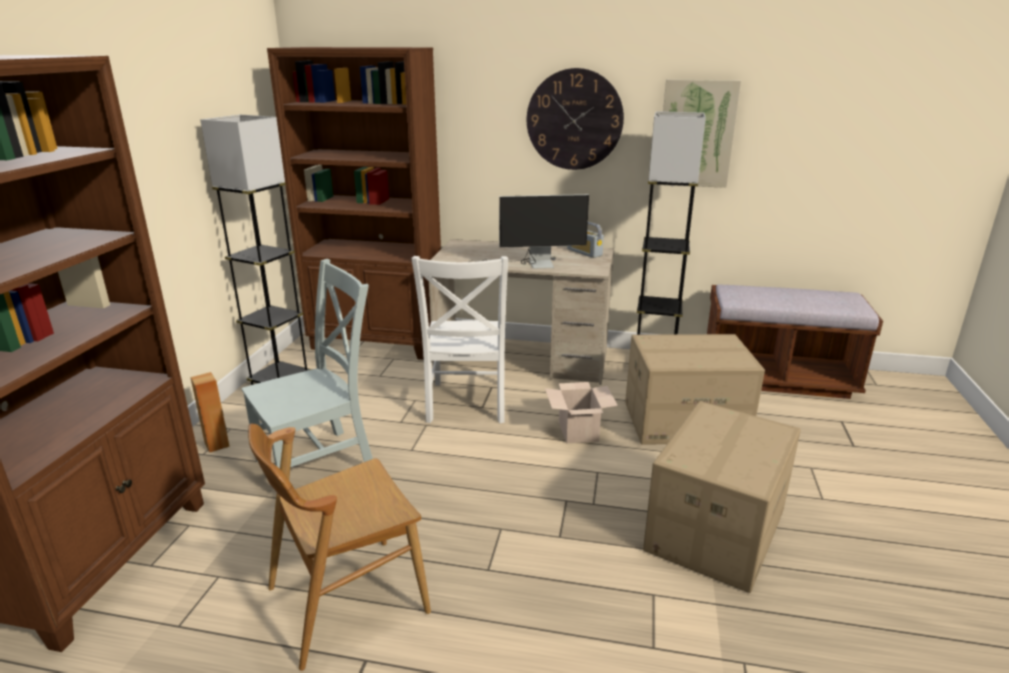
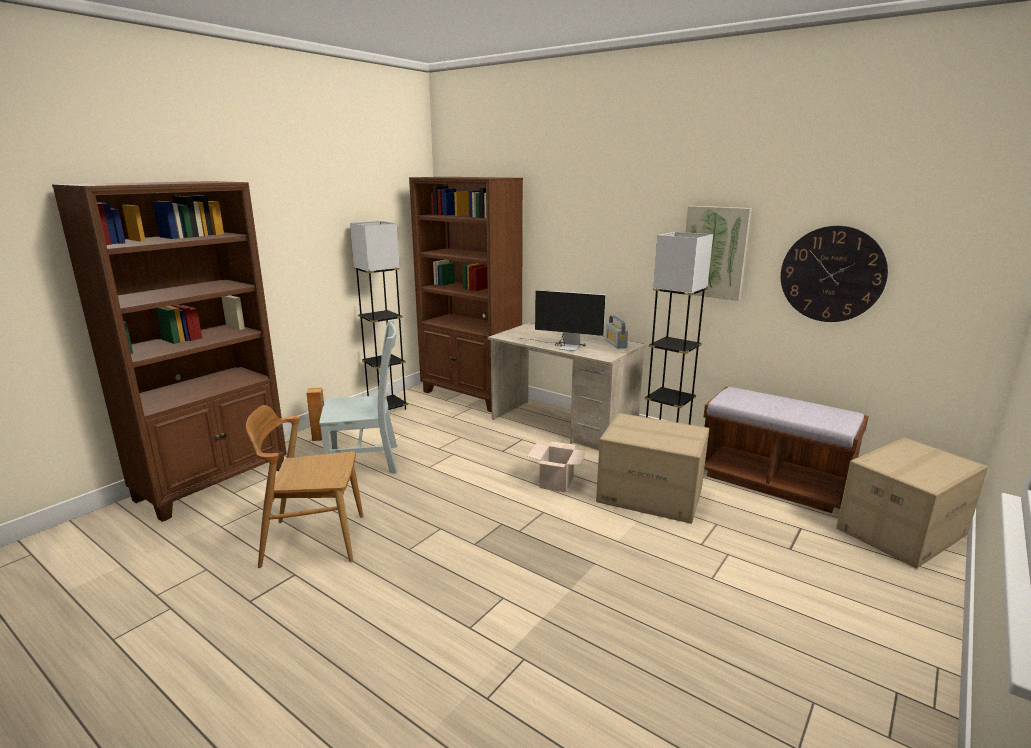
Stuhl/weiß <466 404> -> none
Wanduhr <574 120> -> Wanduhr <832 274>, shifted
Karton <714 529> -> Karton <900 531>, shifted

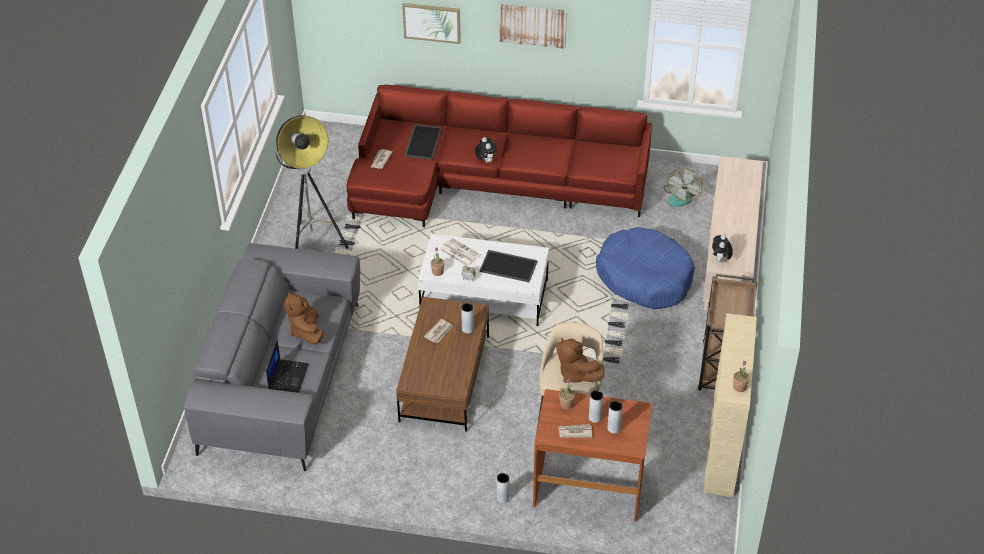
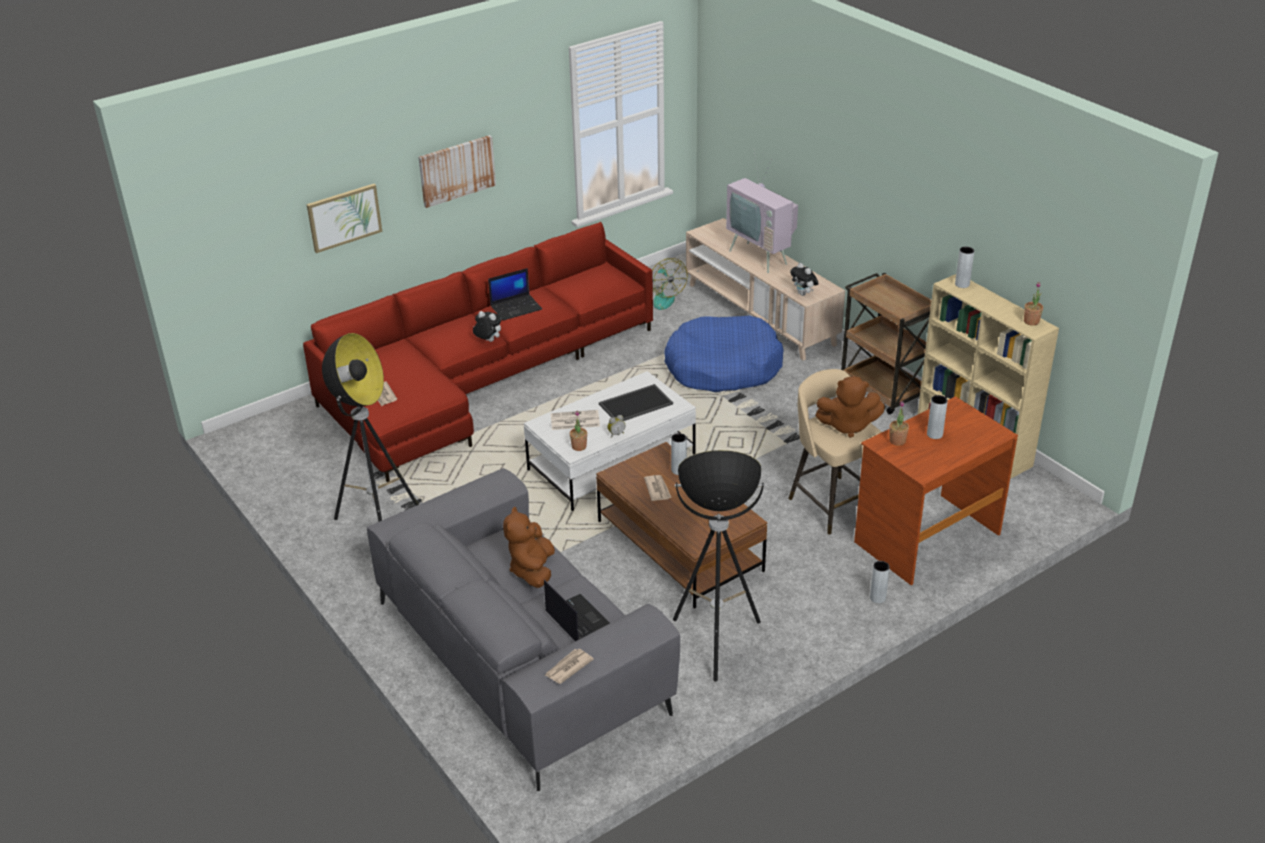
Plüschtier/braun <306 331> -> Plüschtier/braun <532 570>, 60 degrees clockwise
Tablett <422 142> -> none
Zeitung <575 432> -> Zeitung <568 667>, shifted
Vase/grau <613 428> -> Vase/grau <962 284>, shifted
none -> Laptop <516 307>
none -> Stehlampe <715 643>
none -> Fernseher <762 256>

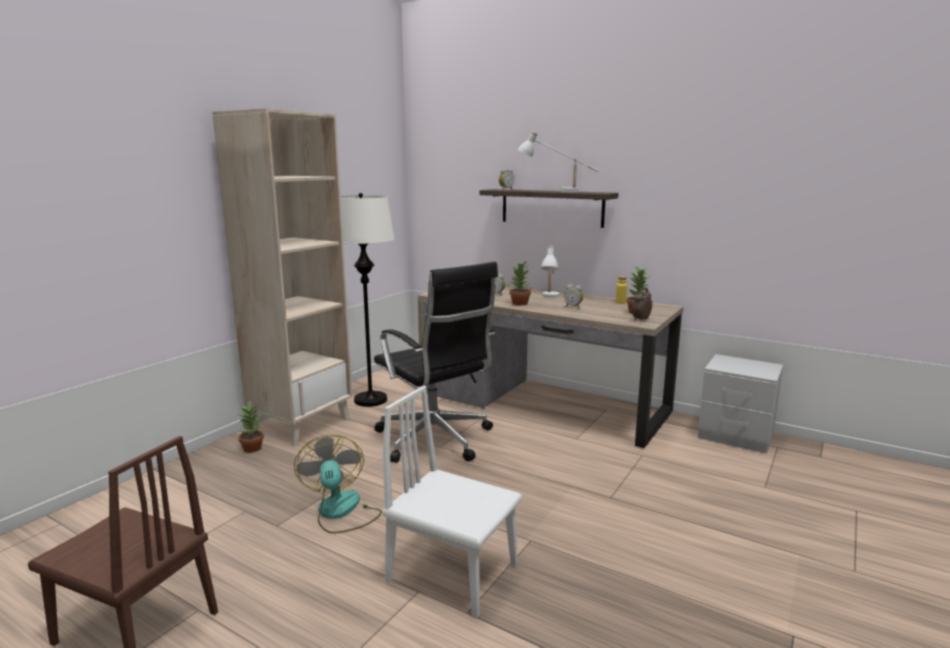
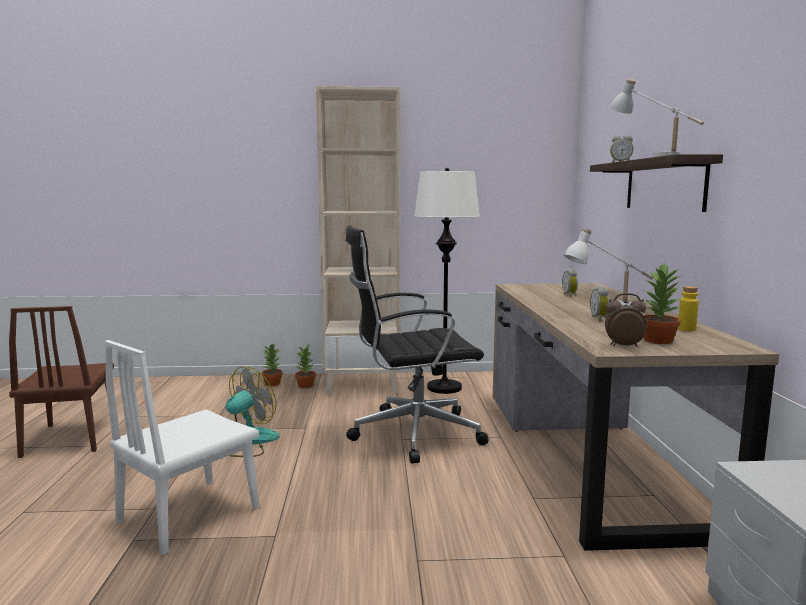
Bürostuhl/schwarz <435 440> -> Bürostuhl/schwarz <412 433>, 60 degrees clockwise
Stuhl/weiß <452 573> -> Stuhl/weiß <189 514>, 135 degrees counterclockwise
Topfpflanze <520 303> -> Topfpflanze <272 383>, shifted

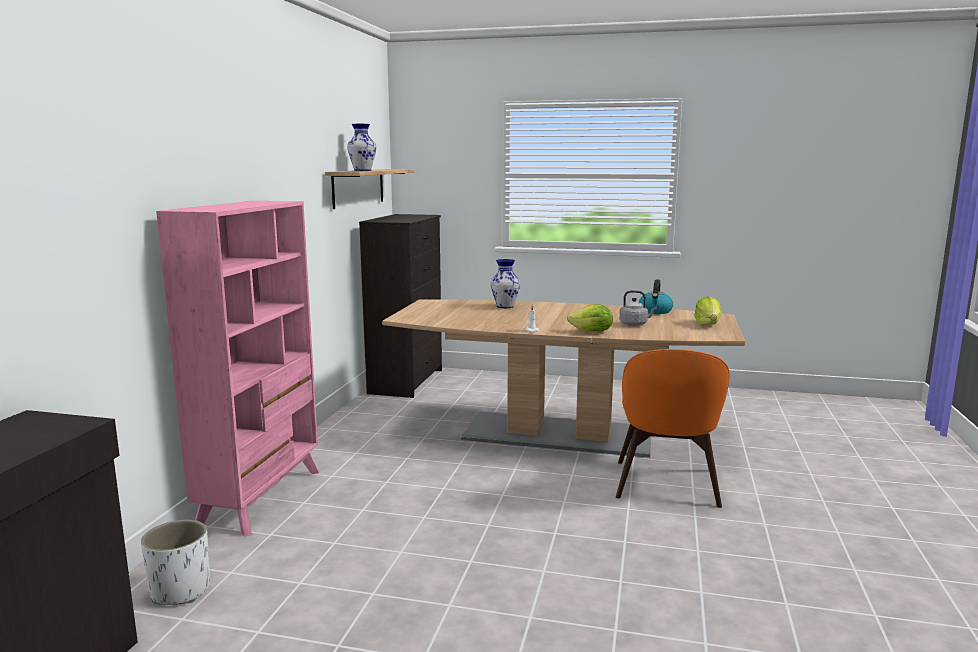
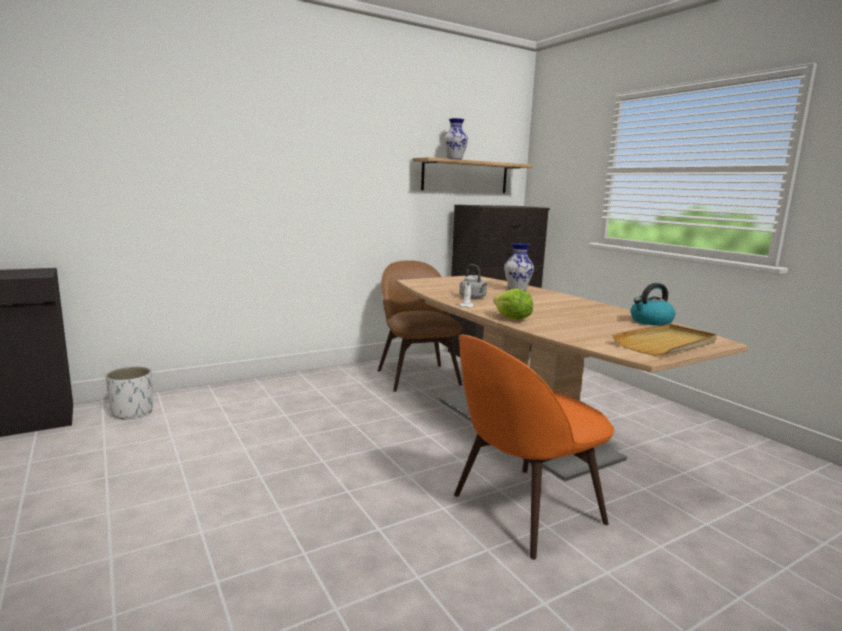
Bücherregal/rosa <262 497> -> none
Wasserkessel/grau <635 324> -> Wasserkessel/grau <473 298>, shifted
Salatkopf <708 324> -> Tablett/beige <666 344>
none -> Stuhl/braun <417 376>

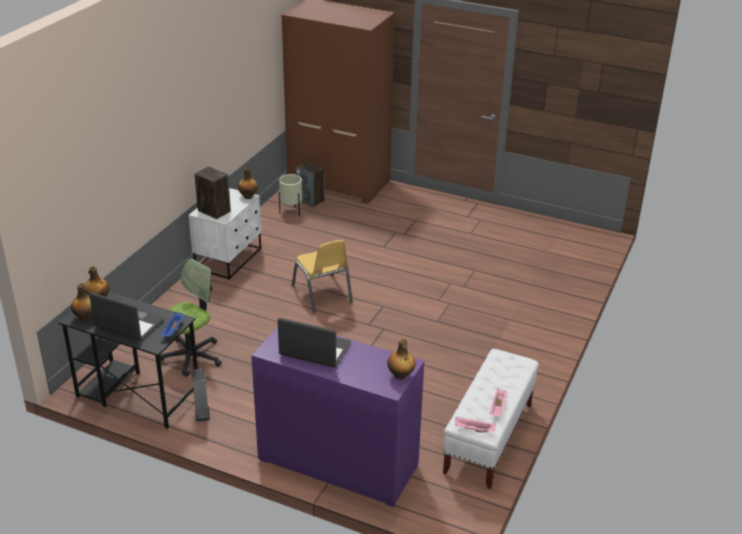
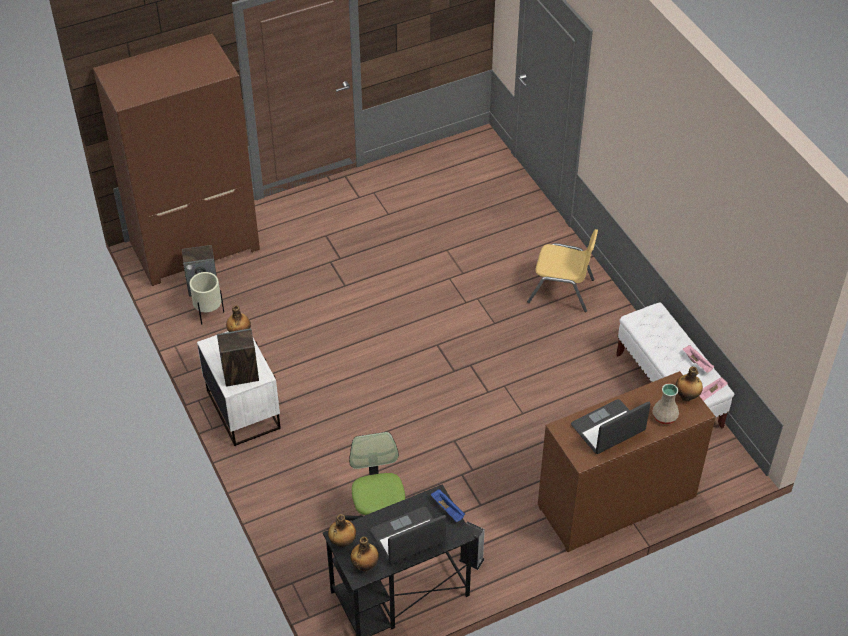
Kommode/lila <338 463> -> Kommode/braun <616 502>
Stuhl/gelb <322 294> -> Stuhl/gelb <561 291>, shifted
none -> Vase/beige <664 416>

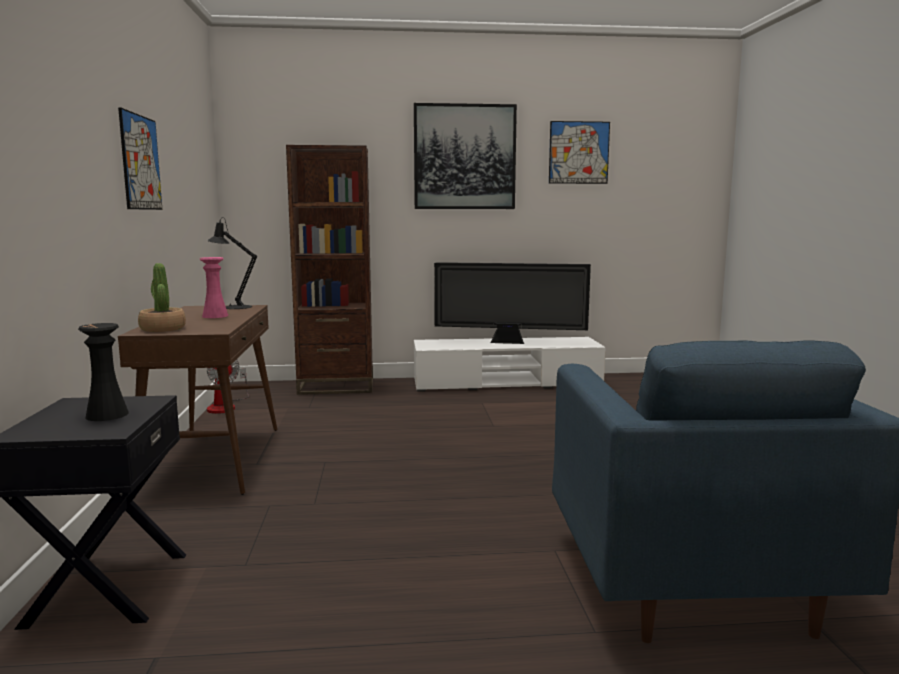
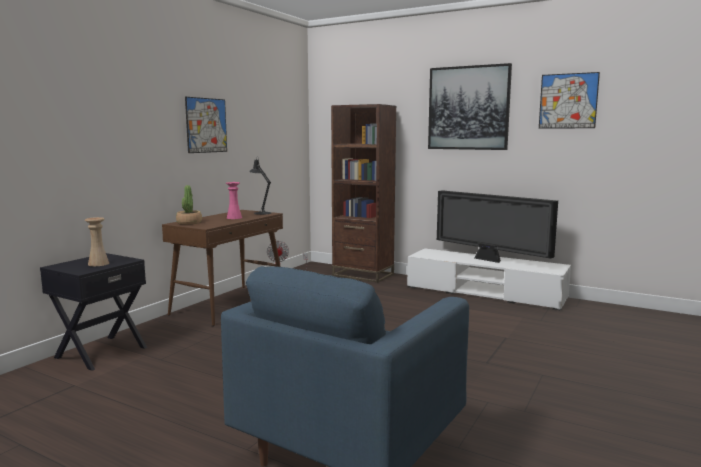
Vase/schwarz <107 415> -> Vase/beige <98 264>

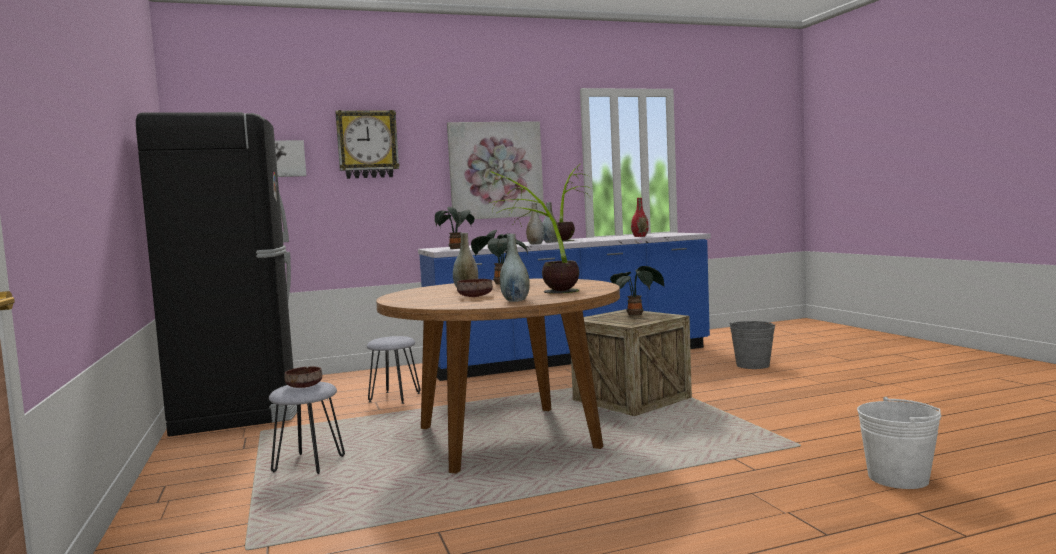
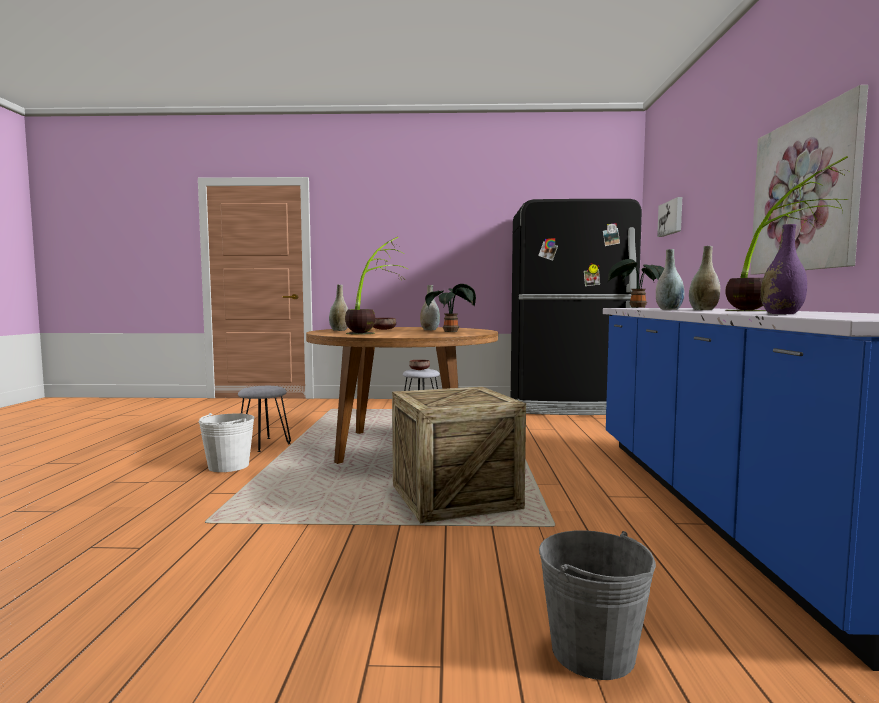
Wanduhr <367 144> -> none
Hocker/grau <394 397> -> Hocker/grau <263 444>, shifted
Topfpflanze <637 315> -> none
Vase/rot <640 236> -> Vase/lila <782 314>
Eimer/weiß <898 478> -> Eimer/weiß <228 466>, shifted

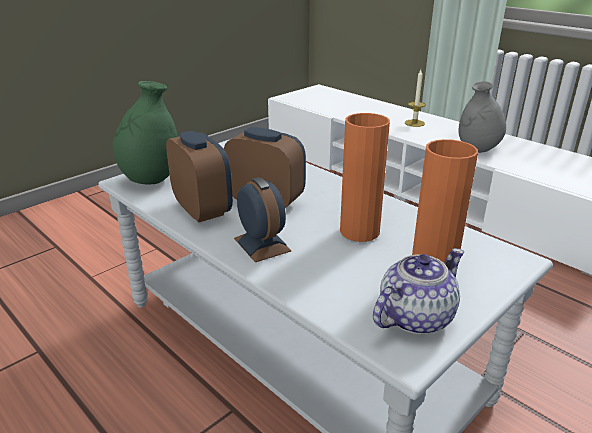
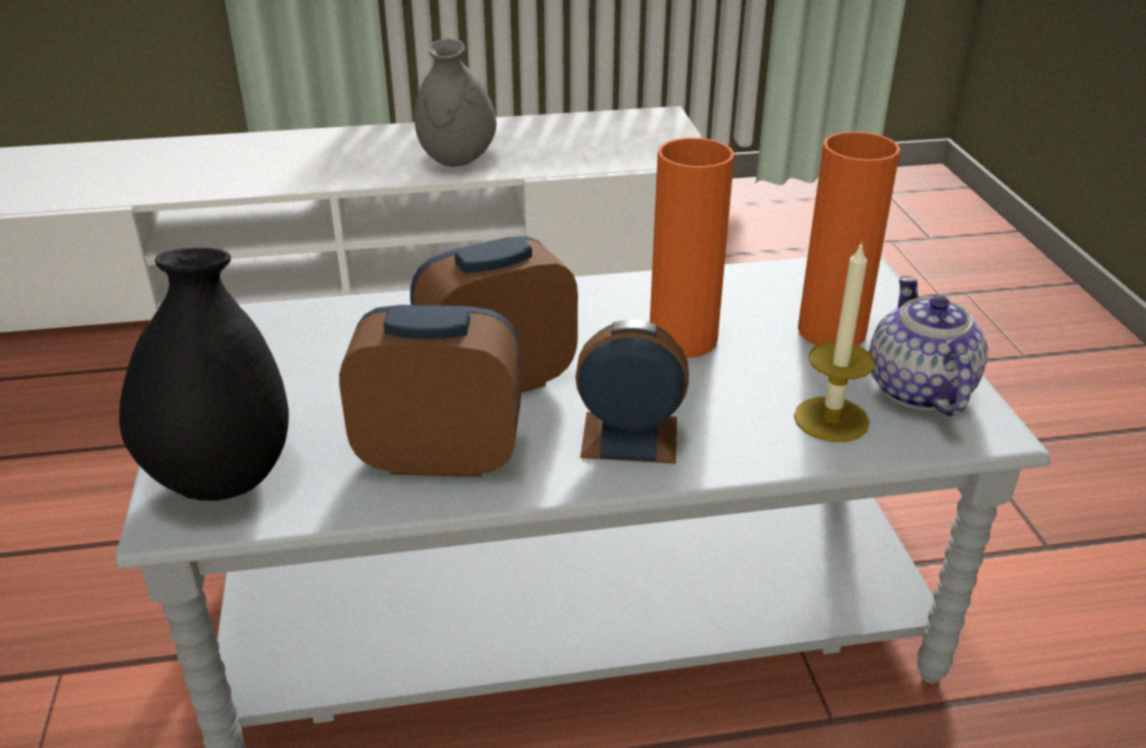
Vase/grün <151 179> -> Vase/schwarz <222 477>
Kerze <414 123> -> Kerze <831 419>, shifted

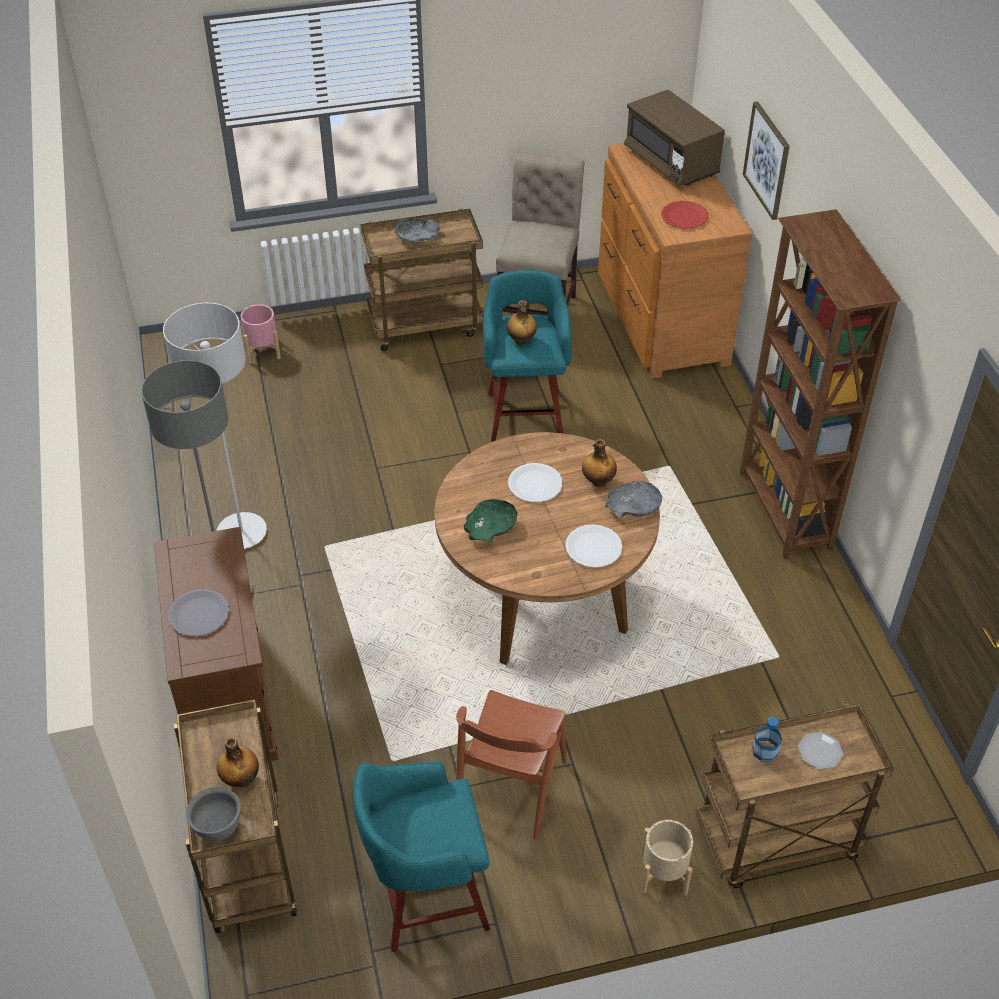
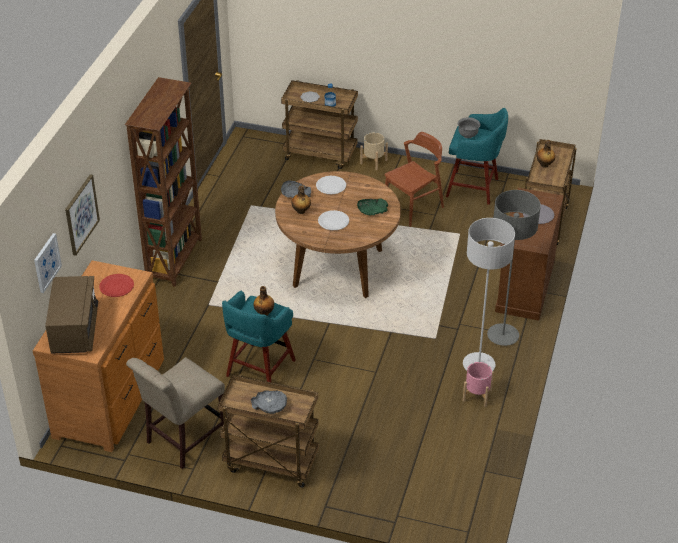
Schüssel/grau <218 827> -> Schüssel/grau <468 135>, shifted
Pflanzkübel/rosa <262 351> -> Pflanzkübel/rosa <477 395>, shifted
none -> Bild <46 262>

